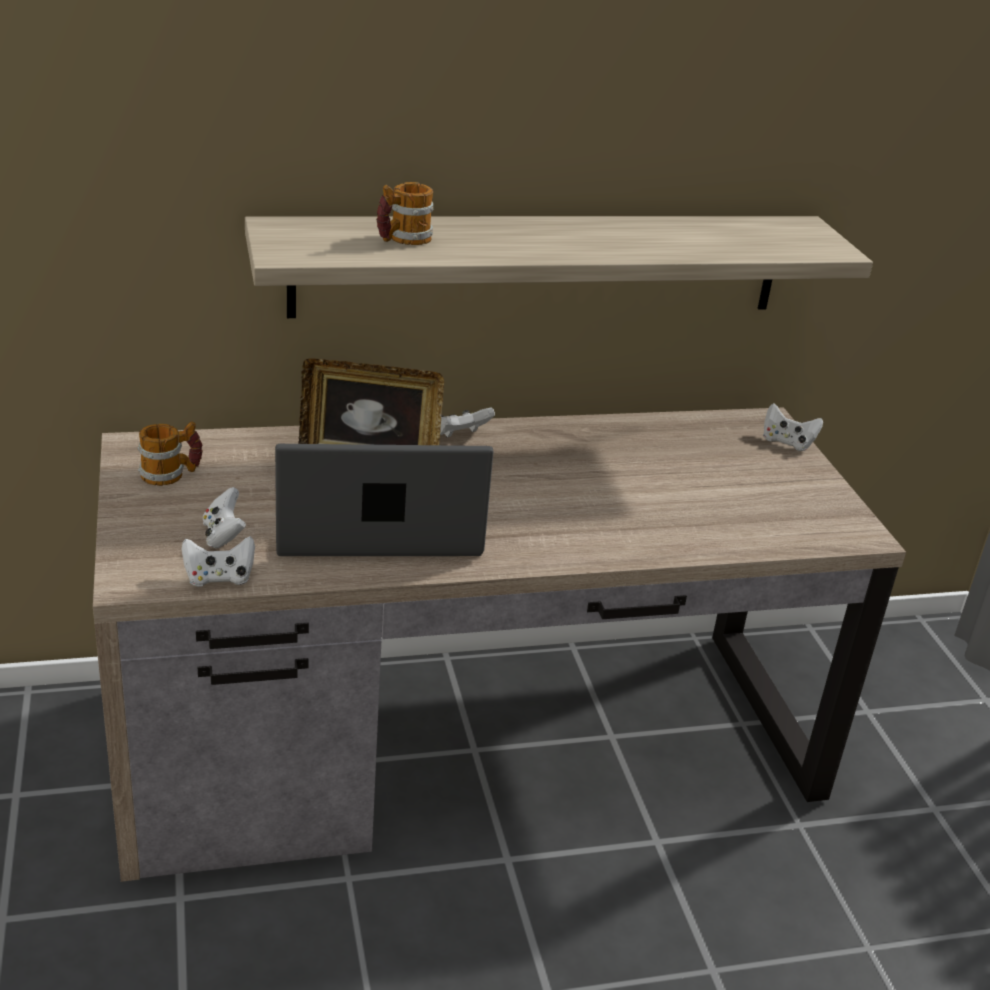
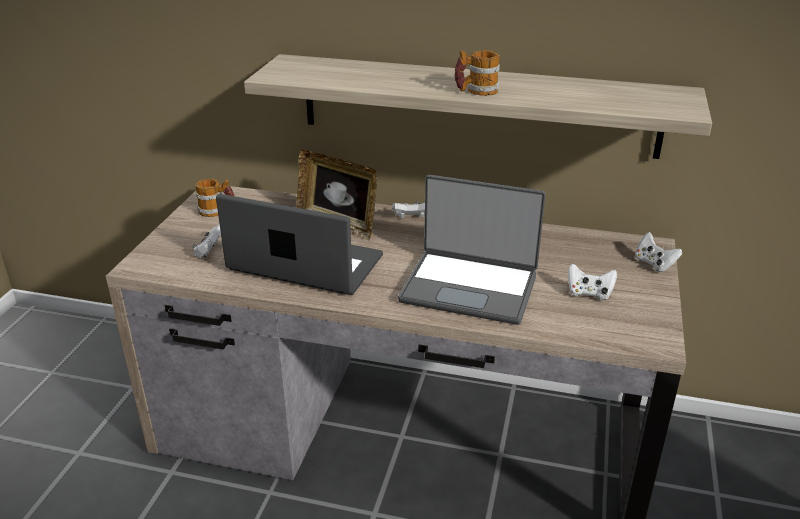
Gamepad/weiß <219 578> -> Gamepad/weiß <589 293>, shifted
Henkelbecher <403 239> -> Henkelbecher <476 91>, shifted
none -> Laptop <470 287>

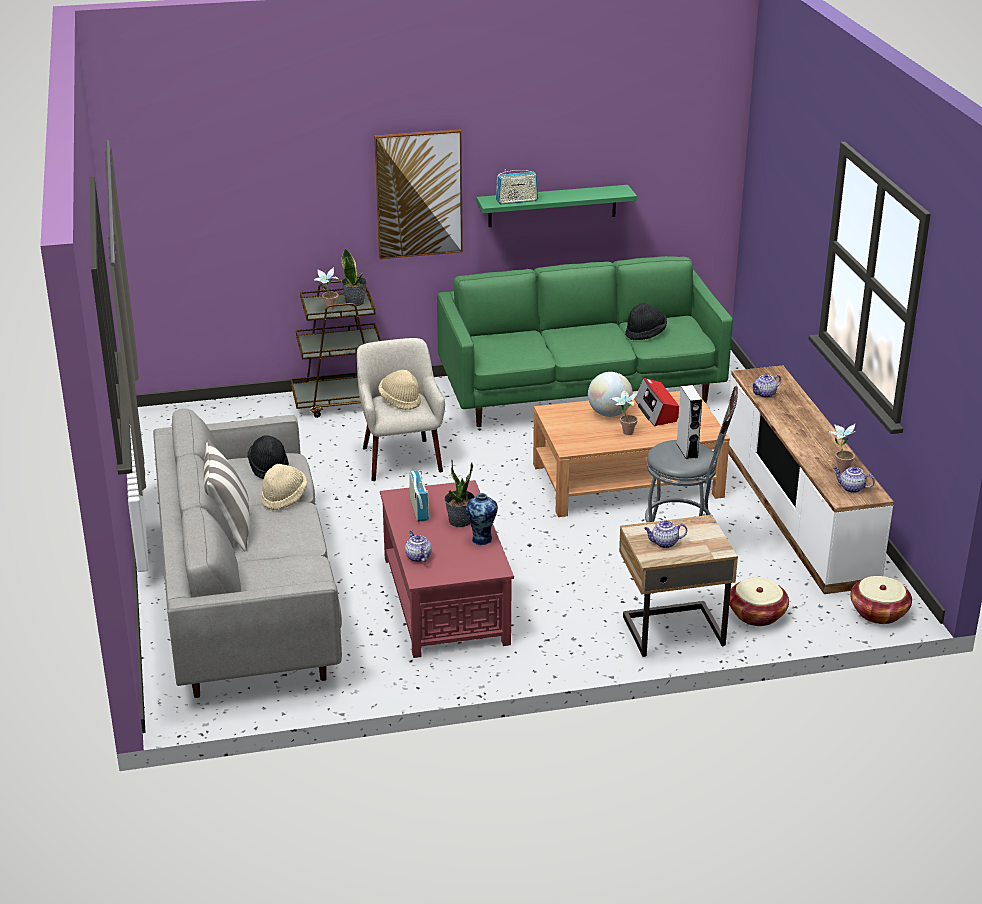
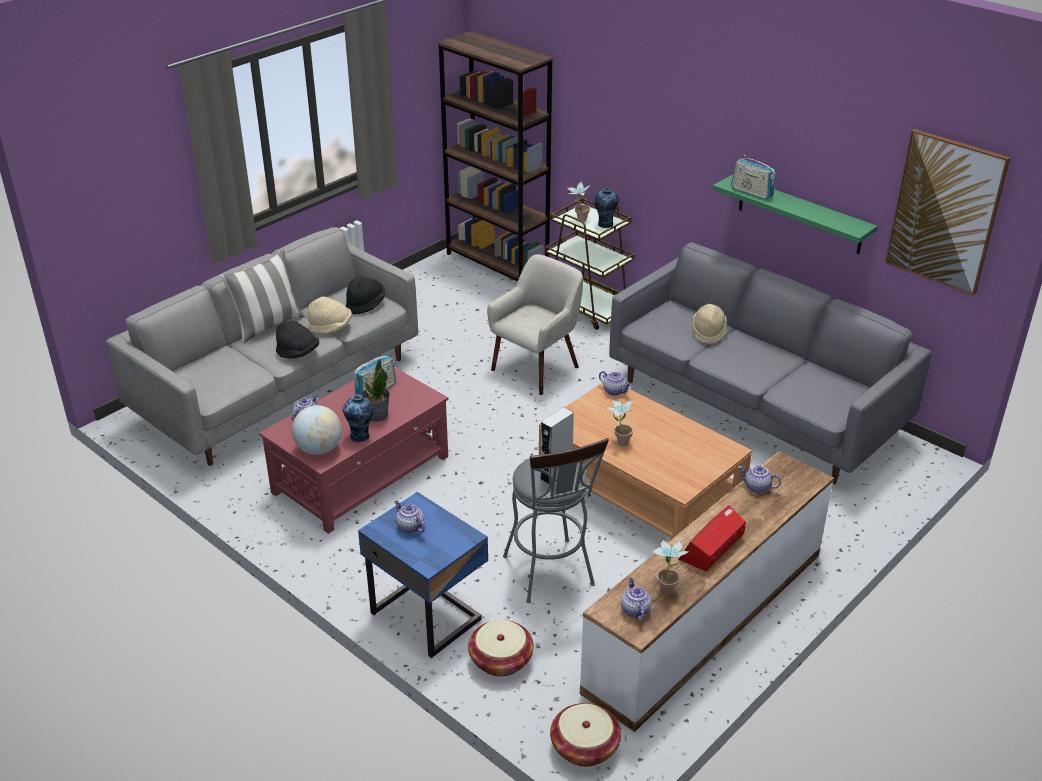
Topfpflanze <355 302> -> Vase <605 225>
Bild <419 194> -> Bild <945 212>, shifted
Hut/beige <400 401> -> Hut/beige <708 333>, shifted
Sofa/grün <581 392> -> Sofa/grau <754 408>
Globus <609 414> -> Globus <319 449>, shifted
Nachttisch/beige <671 630> -> Nachttisch/blau <428 615>
Hut/schwarz <645 334> -> Hut/schwarz <298 353>, shifted
Radio <656 411> -> Radio <712 548>, shifted
none -> Bücherregal/braun <497 263>
none -> Teekanne <615 391>

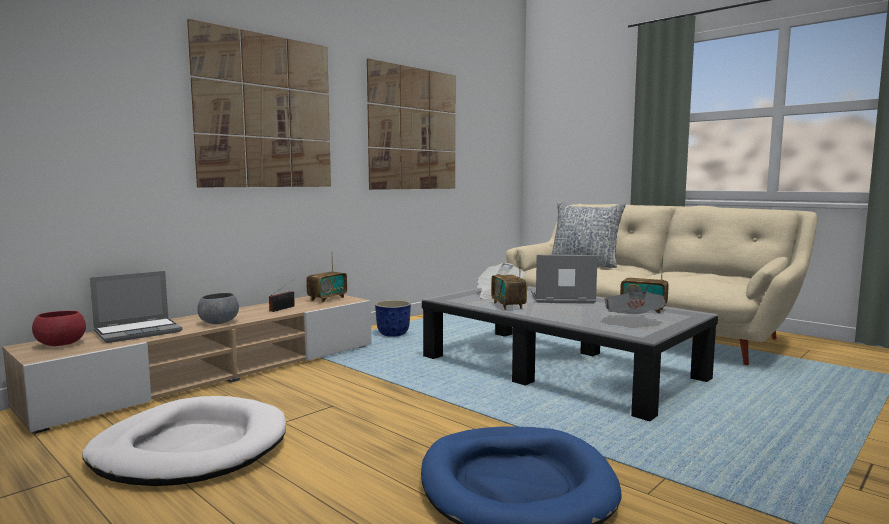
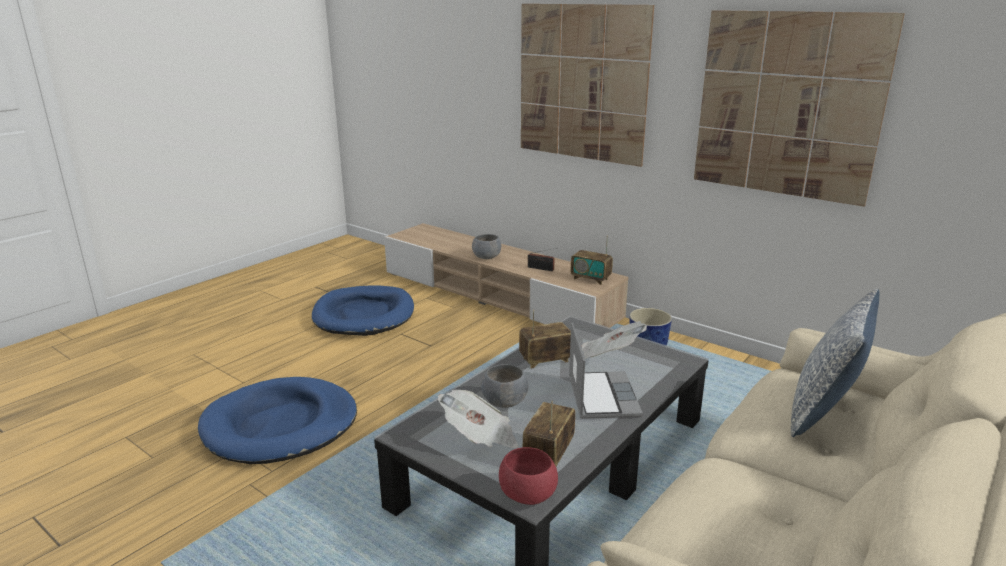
Schüssel/rot <62 344> -> Schüssel/rot <528 495>, shifted
Hundebett/weiß <191 448> -> Hundebett/blau <364 315>
Laptop <139 332> -> none
none -> Schüssel/grau <505 401>

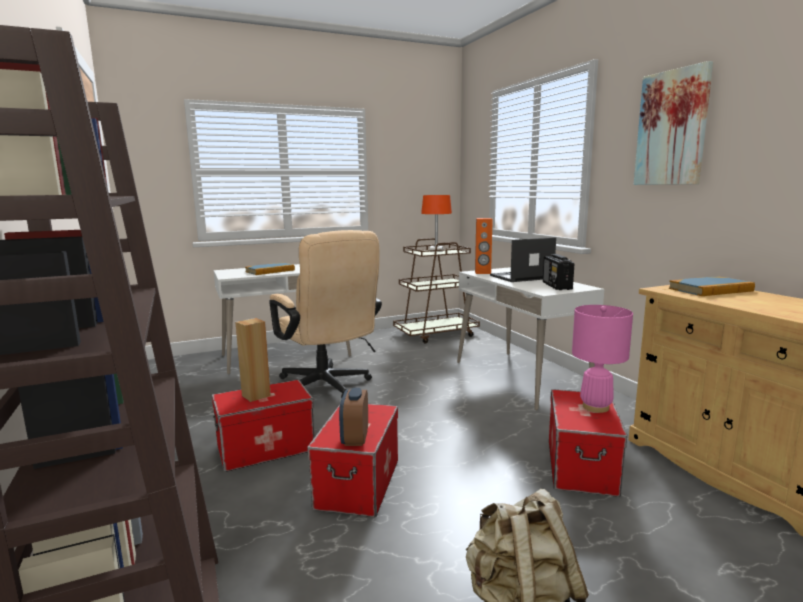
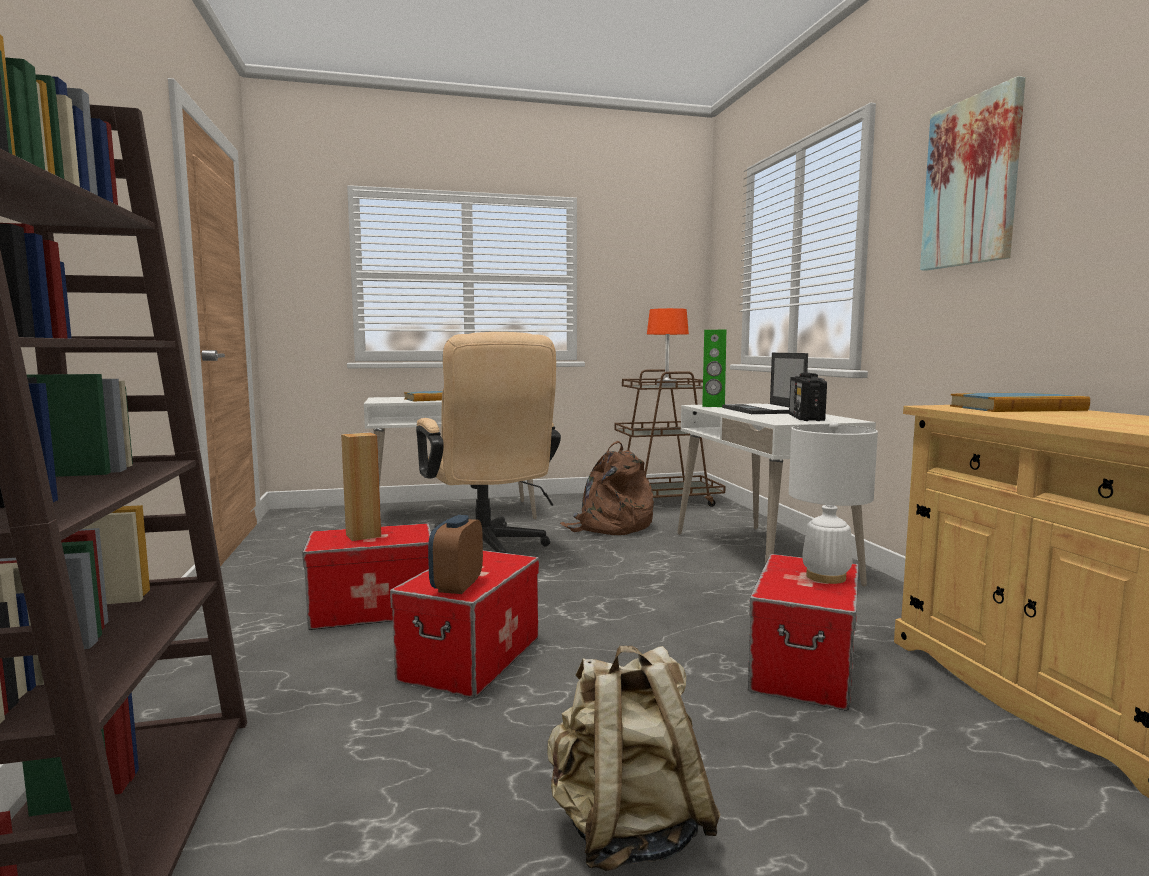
Lautsprecher/orange <482 272> -> Lautsprecher/grün <713 406>
Laptop <521 277> -> Laptop <763 410>, 90 degrees counterclockwise
Tischlampe/rosa <596 407> -> Tischlampe/weiß <826 577>
none -> Rucksack/braun <610 527>

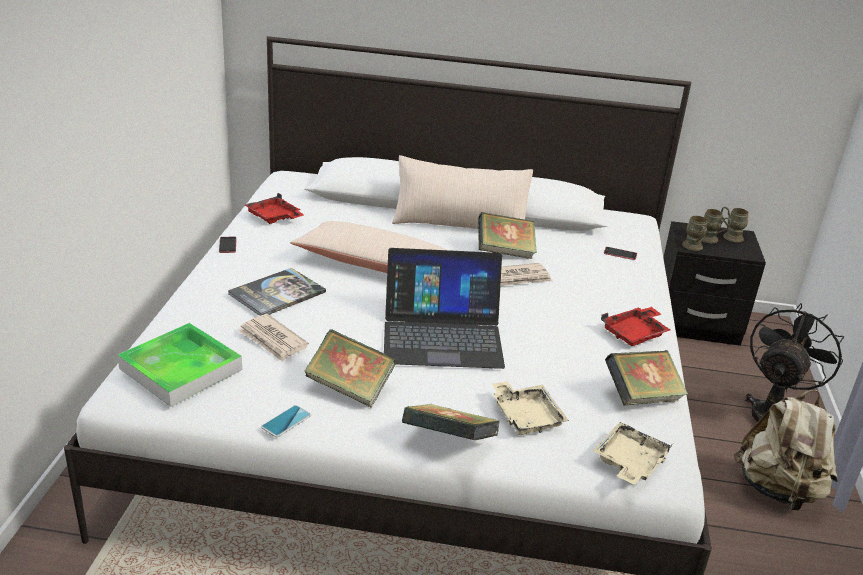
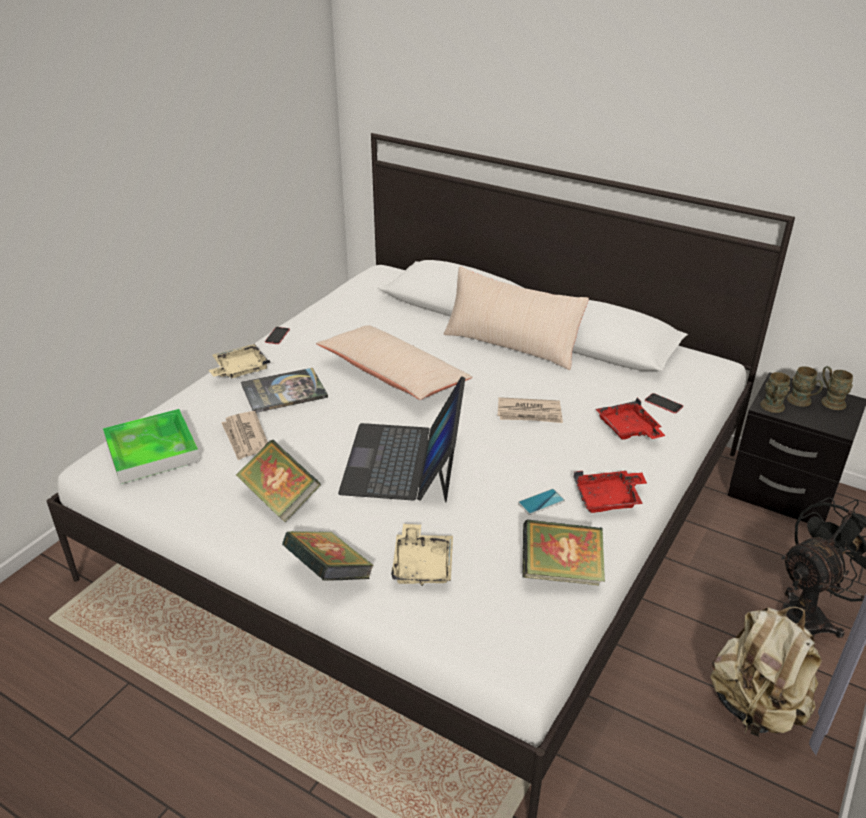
Tablett/rot <274 217> -> Tablett/rot <628 429>, shifted
Handy <286 421> -> Handy <541 502>, shifted
Laptop <442 335> -> Laptop <404 462>, 75 degrees clockwise
Buch <505 252> -> none
Tablett/beige <629 463> -> Tablett/beige <239 369>, shifted

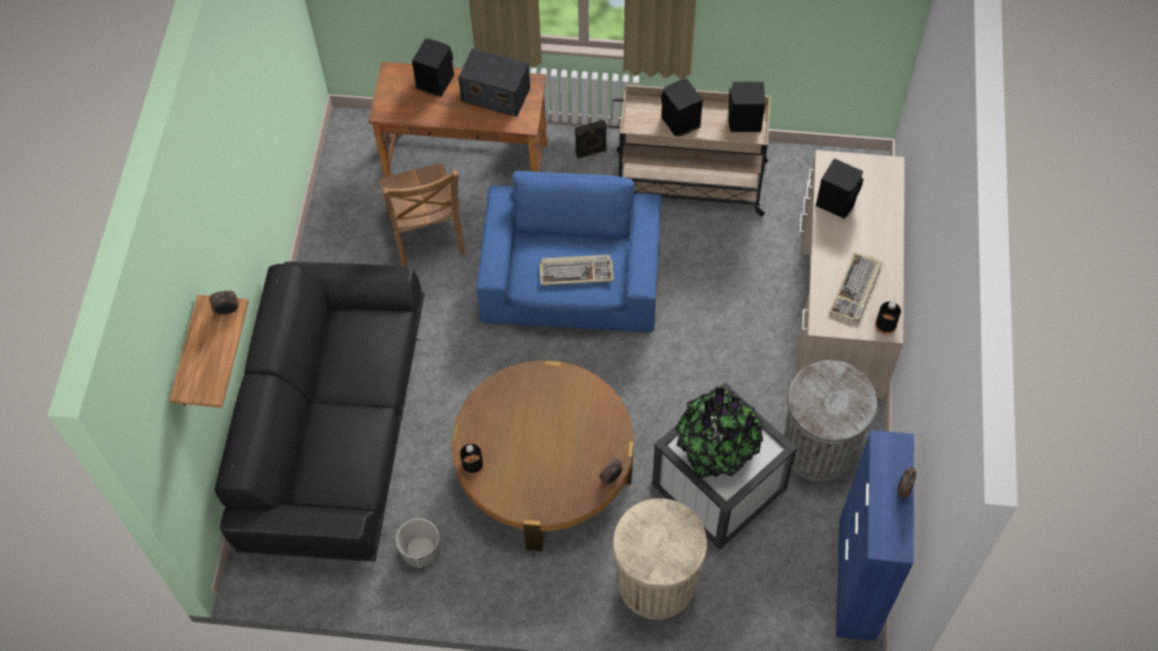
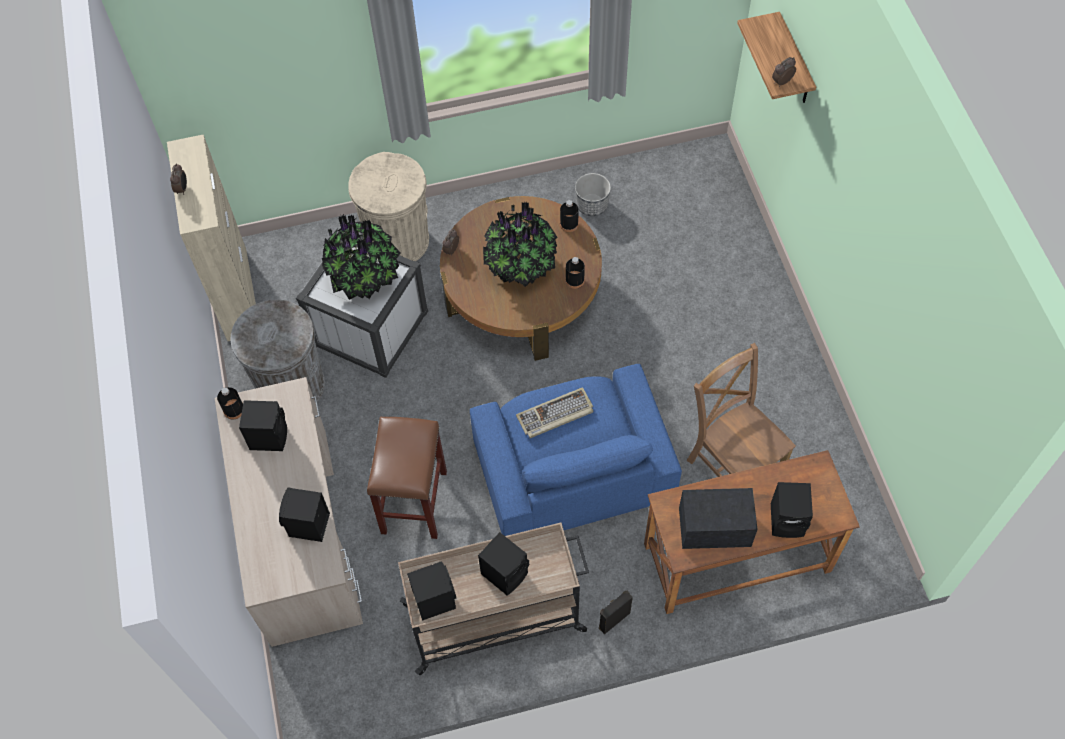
Sofa/schwarz <335 430> -> none
Tastatur <856 289> -> Lautsprecher/schwarz <269 436>
Schrank/blau <856 580> -> Schrank/beige <237 293>
none -> Hocker/braun <414 503>
none -> Topfpflanze <521 267>
none -> Flasche/schwarz <574 280>

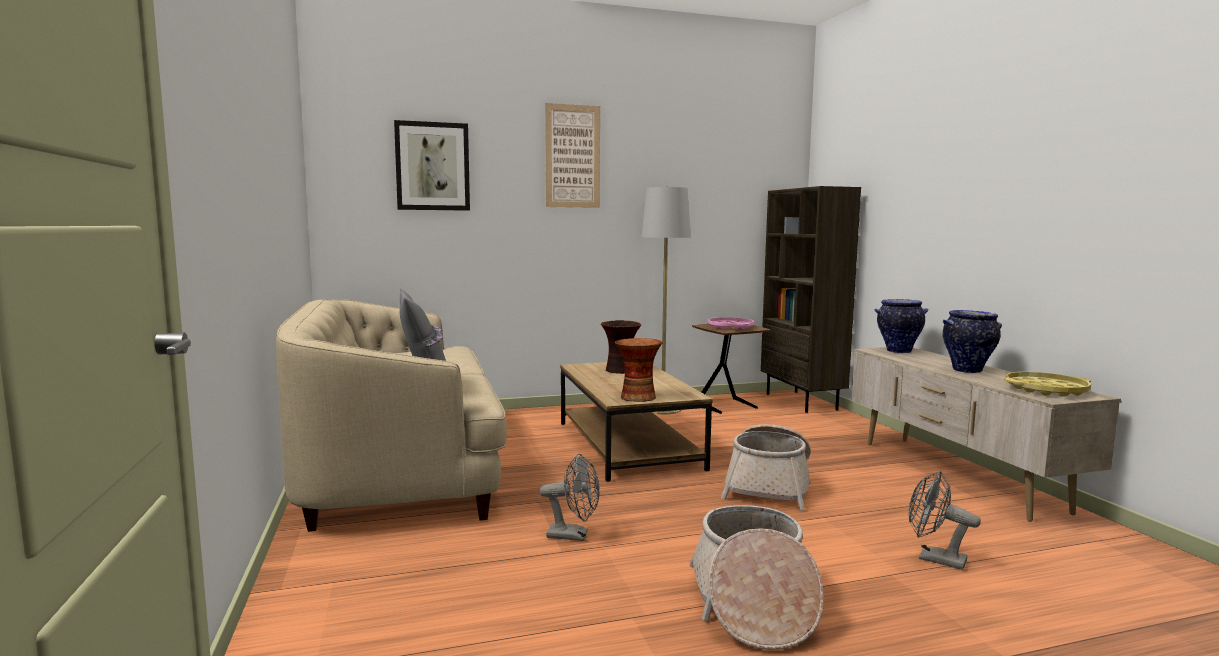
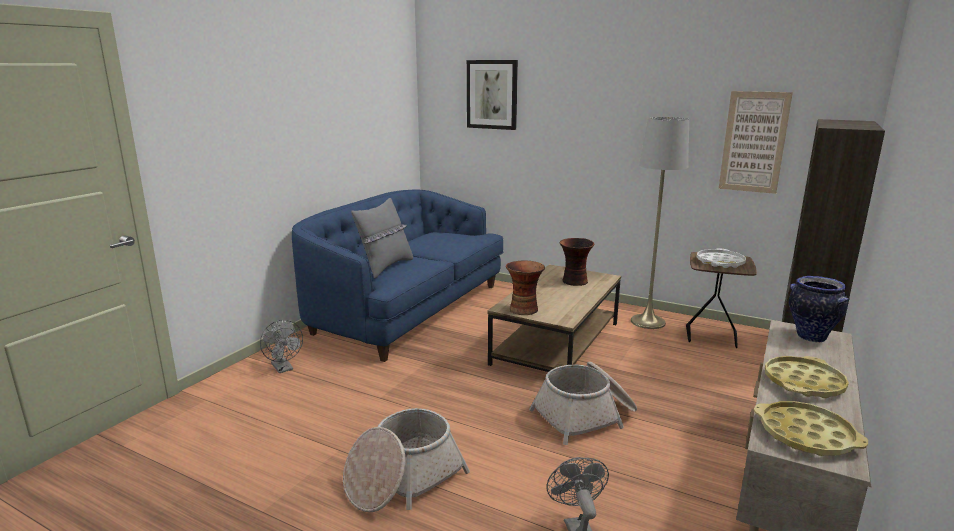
Sofa/beige <400 465> -> Sofa/blau <408 310>
Ventilator/grau <574 535> -> Ventilator/grau <284 368>, shifted
Bild <572 156> -> Bild <754 142>, shifted
Tablett/rosa <730 327> -> Tablett/weiß <720 262>
Vase <968 370> -> Tablett/gelb <803 383>

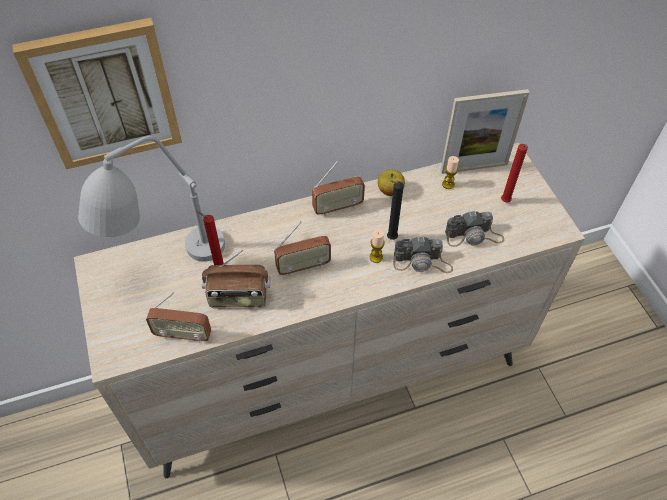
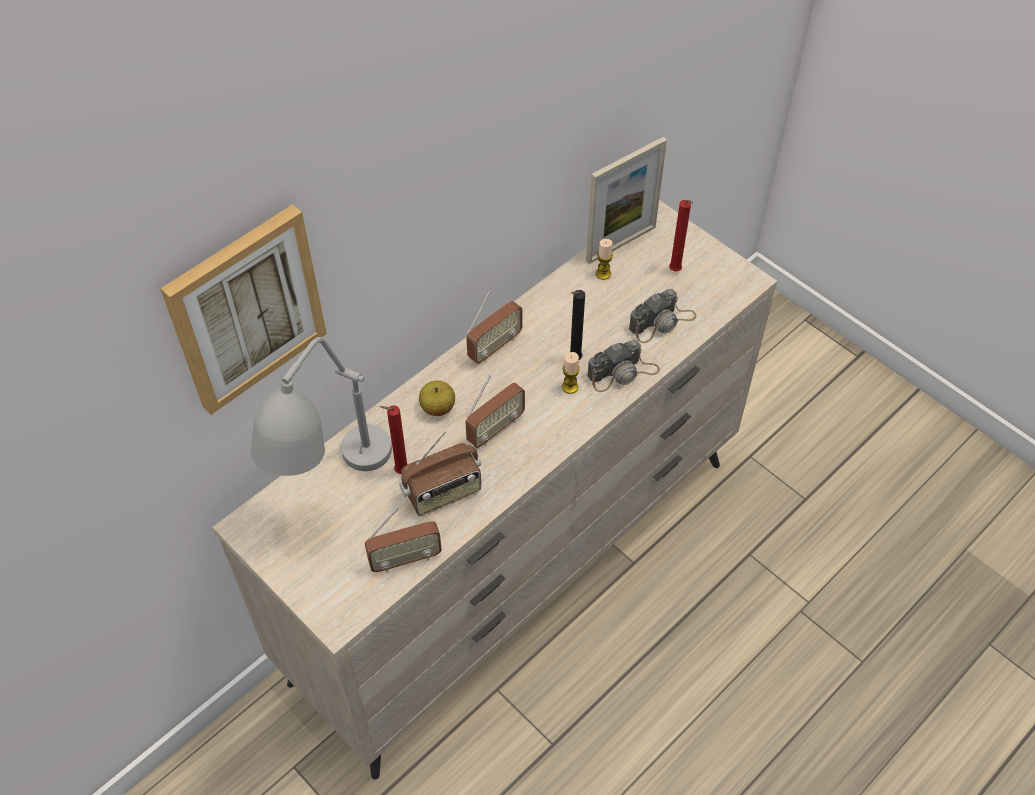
Apfel <390 190> -> Apfel <437 408>, shifted

